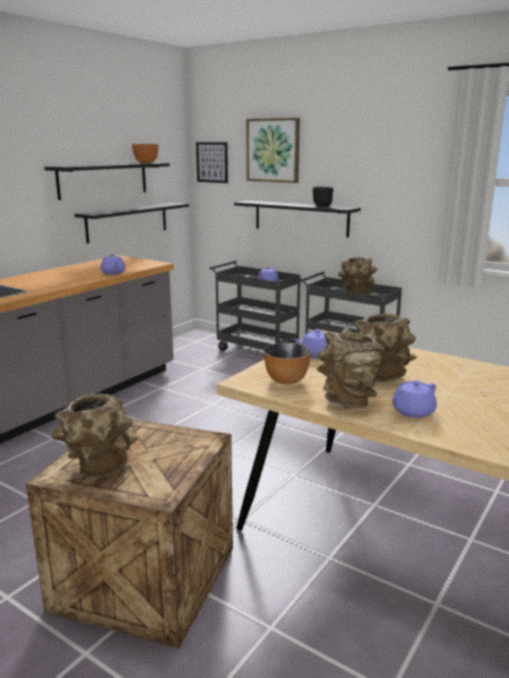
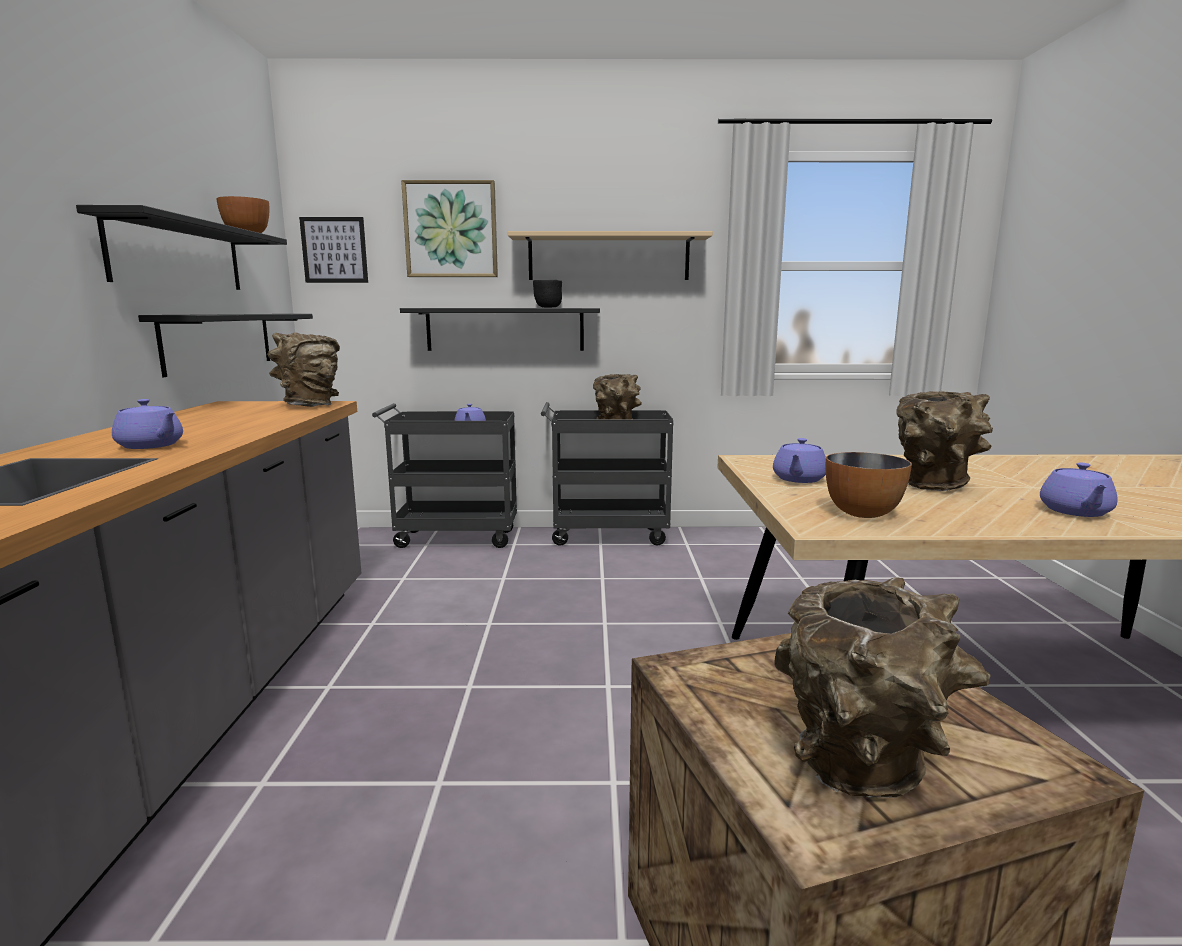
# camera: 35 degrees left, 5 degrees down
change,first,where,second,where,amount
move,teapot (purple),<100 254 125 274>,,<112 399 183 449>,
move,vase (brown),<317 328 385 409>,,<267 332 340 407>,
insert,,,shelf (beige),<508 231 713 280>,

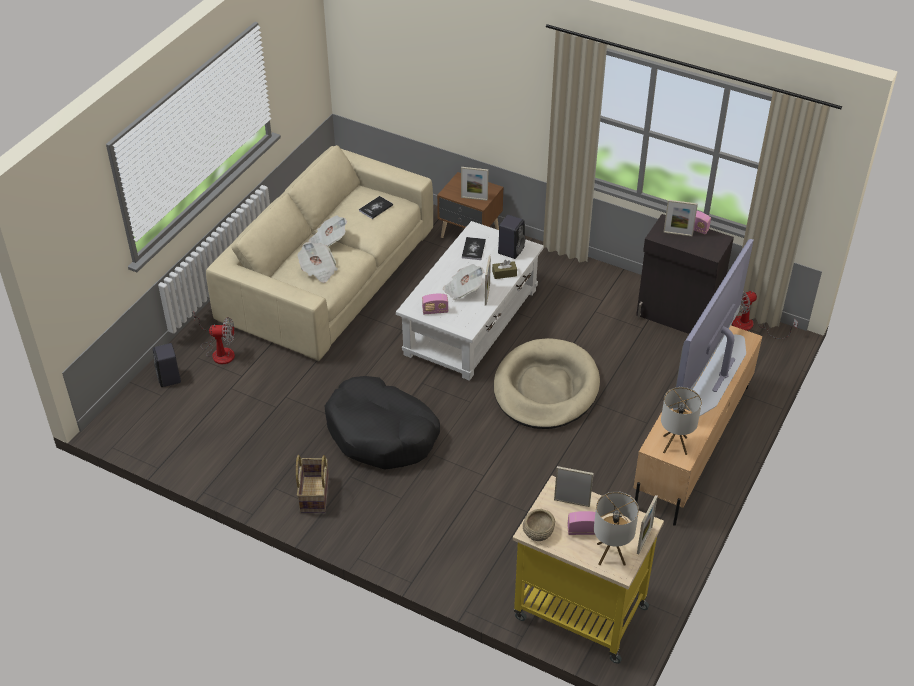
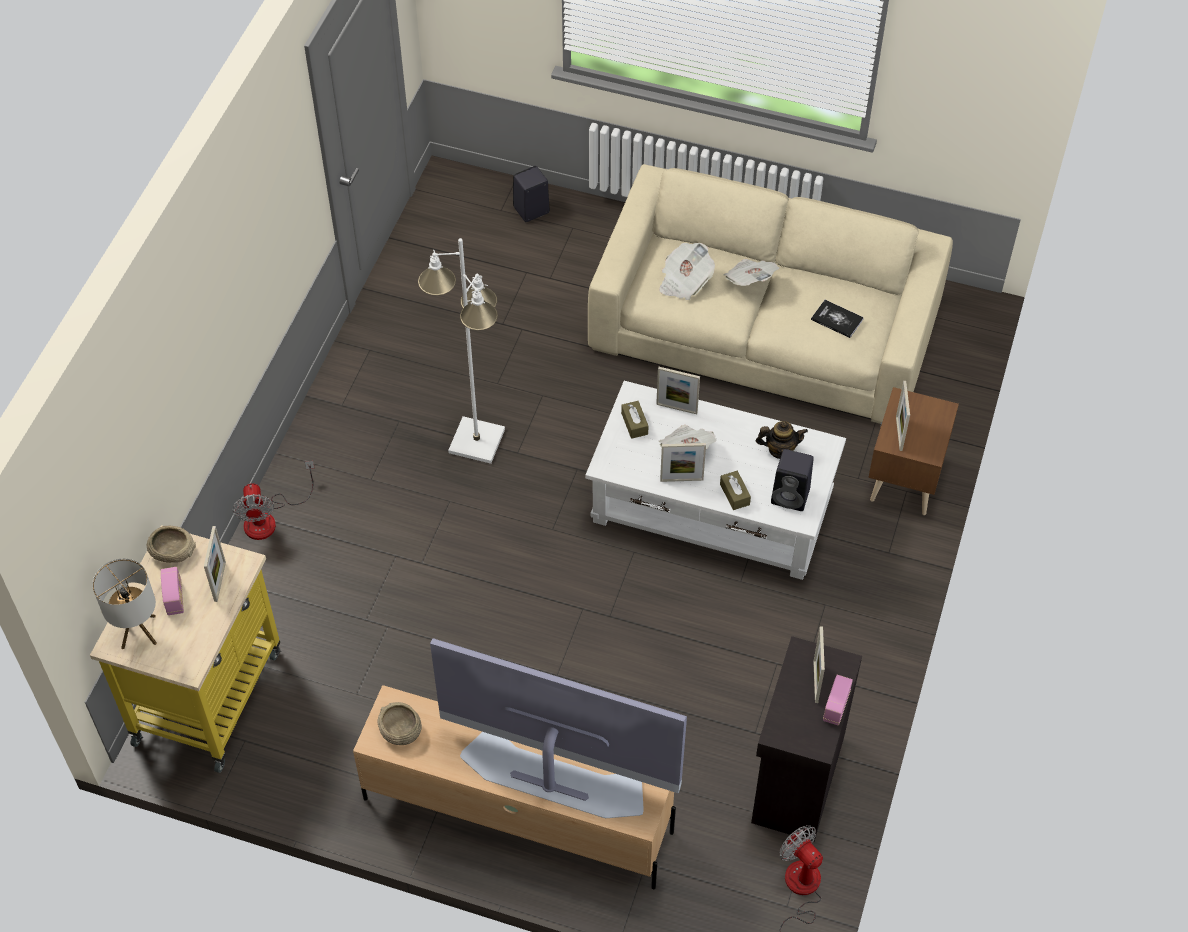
# camera: 80 degrees right, 10 degrees up
change,first,where,second,where,amount
replace,book,<462 237 486 260>,teapot,<756 421 808 459>,
replace,radio,<422 294 448 314>,tissue box (brown),<621 401 649 439>,
move,fan,<193 312 235 364>,,<232 461 315 540>,
delete,dog bed (beige),<494 338 600 429>,,,
replace,dog bed (black),<325 376 440 470>,floor lamp (white),<418 238 505 464>,
replace,table lamp,<661 387 702 455>,bowl (beige),<377 702 422 745>,
delete,basket,<296 455 329 513>,,,
move,picture frame,<637 495 658 554>,,<656 367 700 414>,

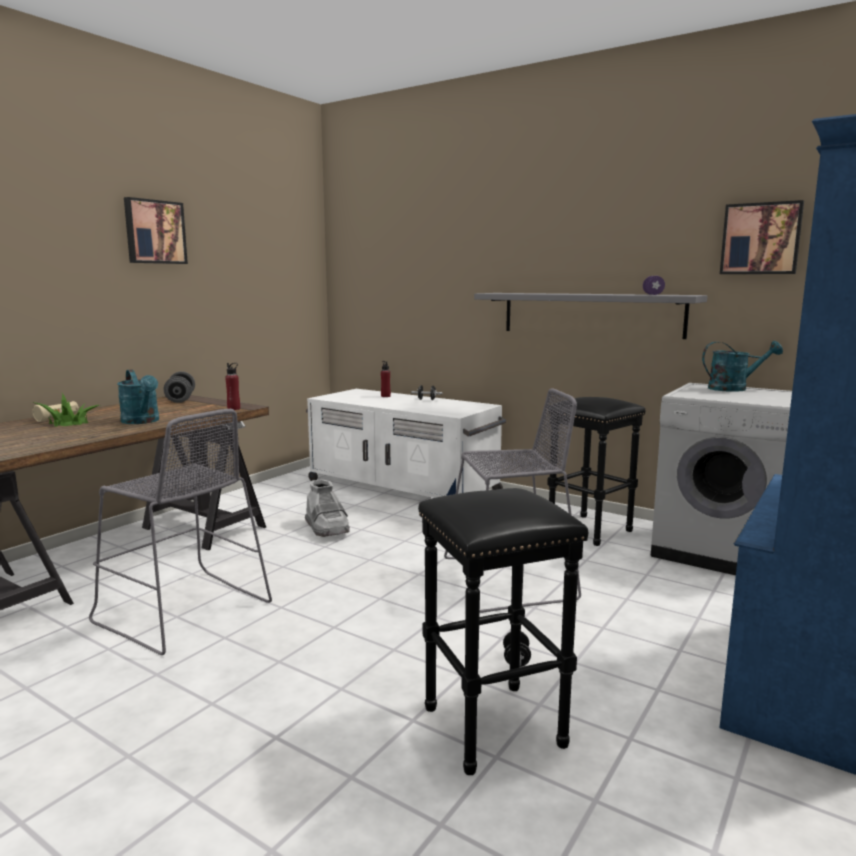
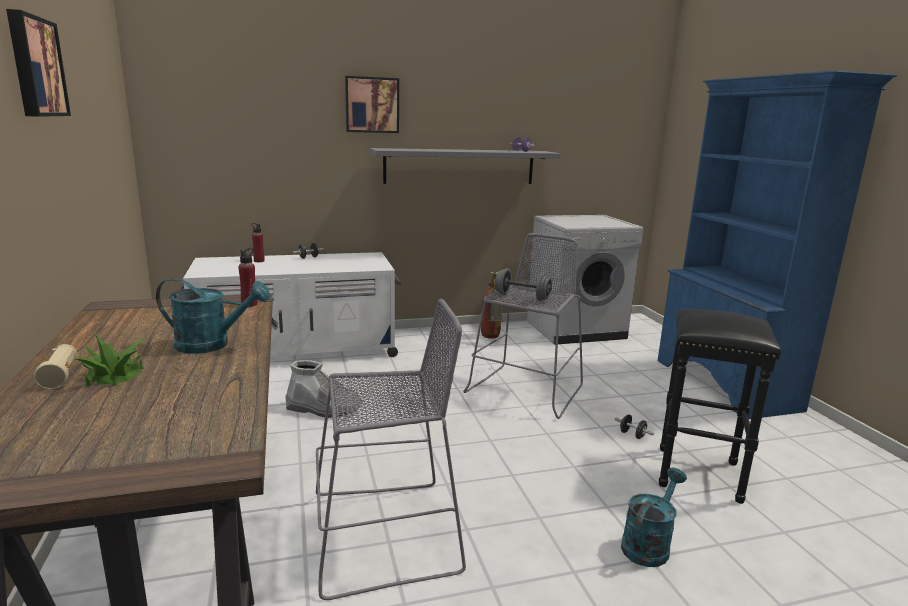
# camera: 50 degrees left, 5 degrees up
change,first,where,second,where,amount
move,picture,<720 200 804 274>,,<345 76 399 133>,
move,watering can (turquoise),<702 341 783 392>,,<621 467 687 567>,
move,dumbbell (grey),<164 371 195 403>,,<495 268 552 301>,
replace,stool (black),<547 397 645 546>,fire extinguisher,<481 271 503 339>,

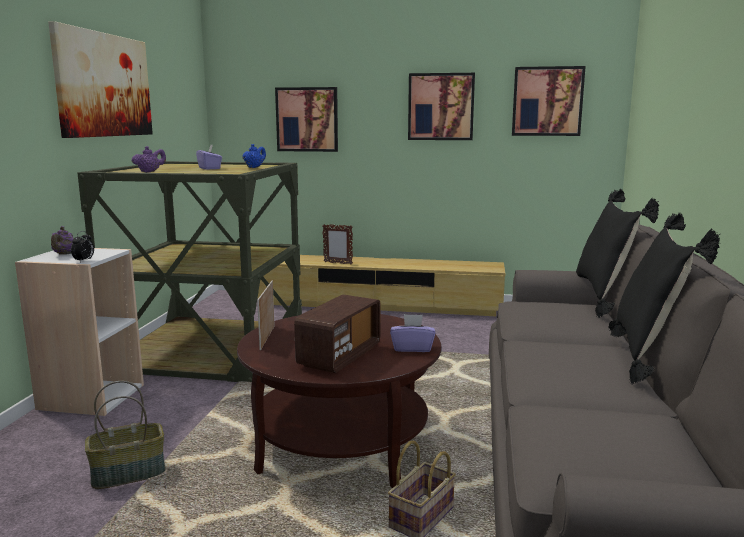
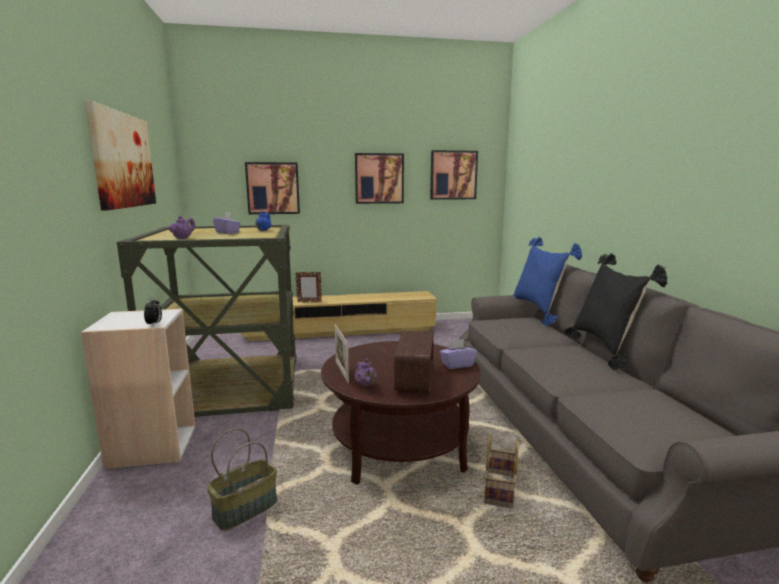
# camera: 20 degrees left, 0 degrees up
change,first,where,second,where,amount
recolor,pillow (black),<576 189 659 318>,pillow (blue),<513 237 582 326>,
move,teapot (purple),<51 226 74 255>,,<355 358 377 387>,

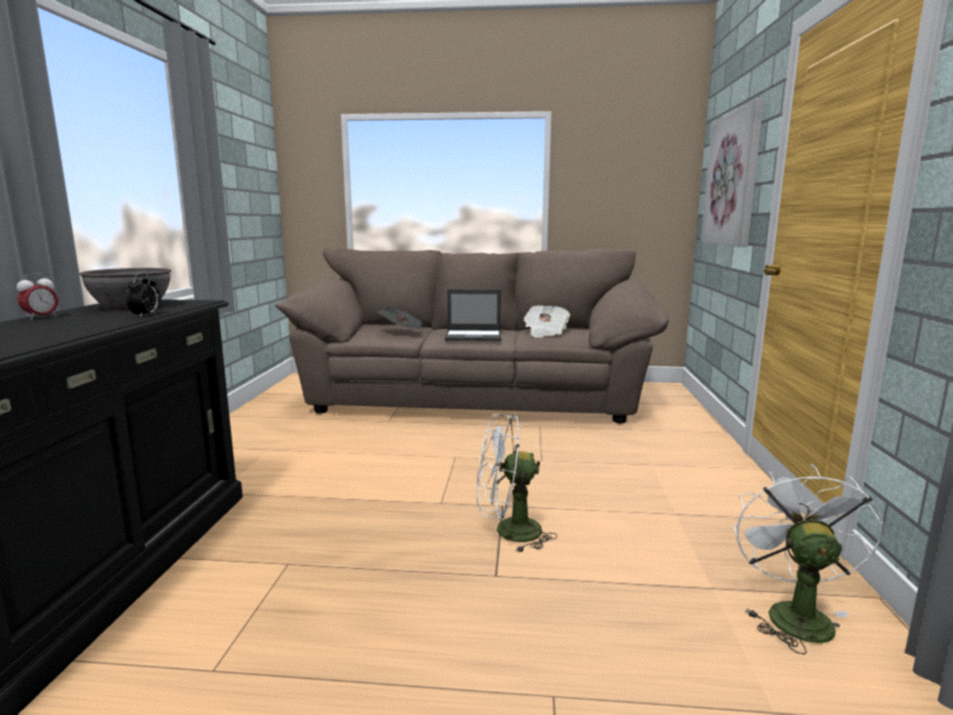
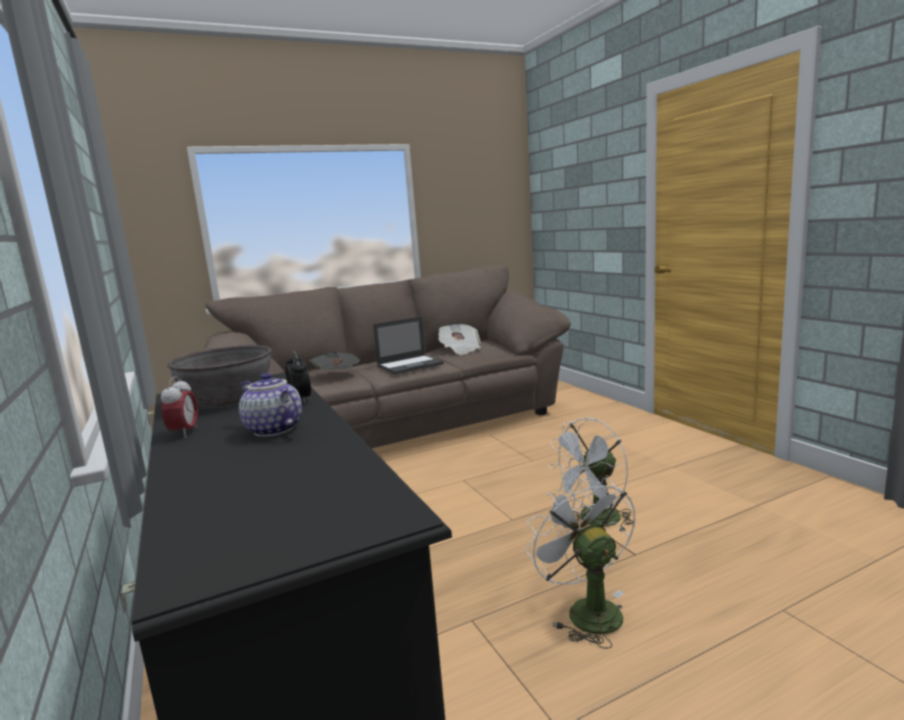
# camera: 30 degrees left, 0 degrees up
change,first,where,second,where,amount
delete,picture,<701 98 764 247>,,,
move,fan (white),<734 464 883 654>,,<526 477 635 649>,
insert,,,teapot,<239 373 302 437>,

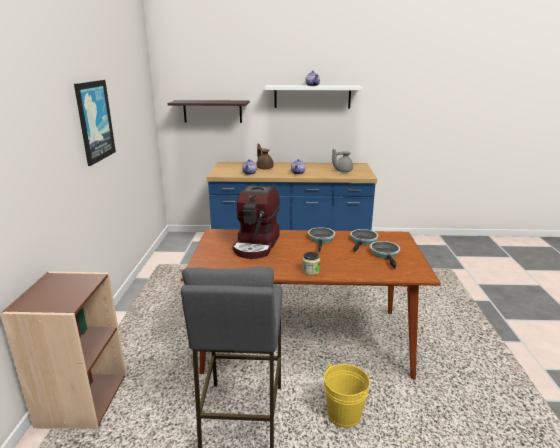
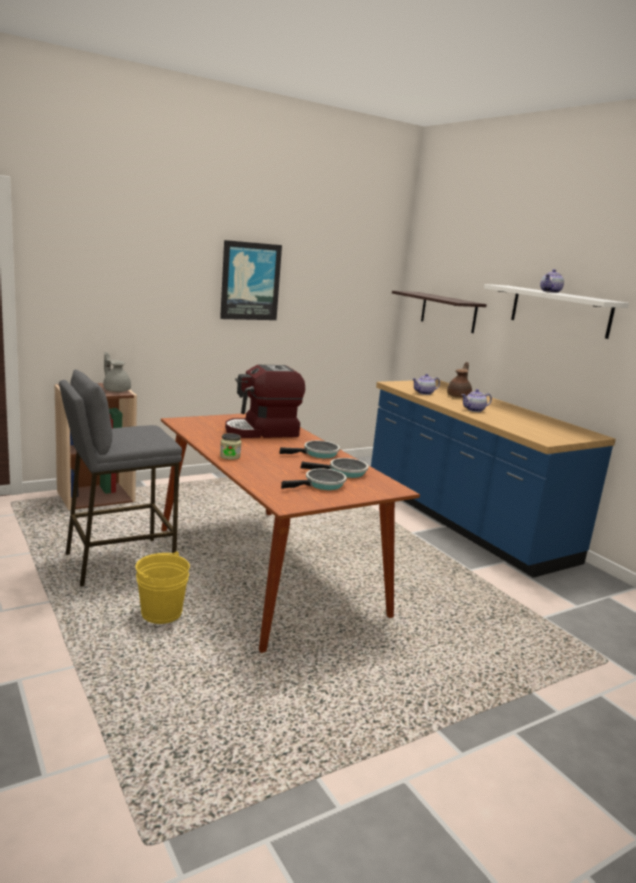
# camera: 55 degrees right, 5 degrees down
change,first,where,second,where,amount
move,teapot (grey),<332 149 353 172>,,<103 352 131 392>,

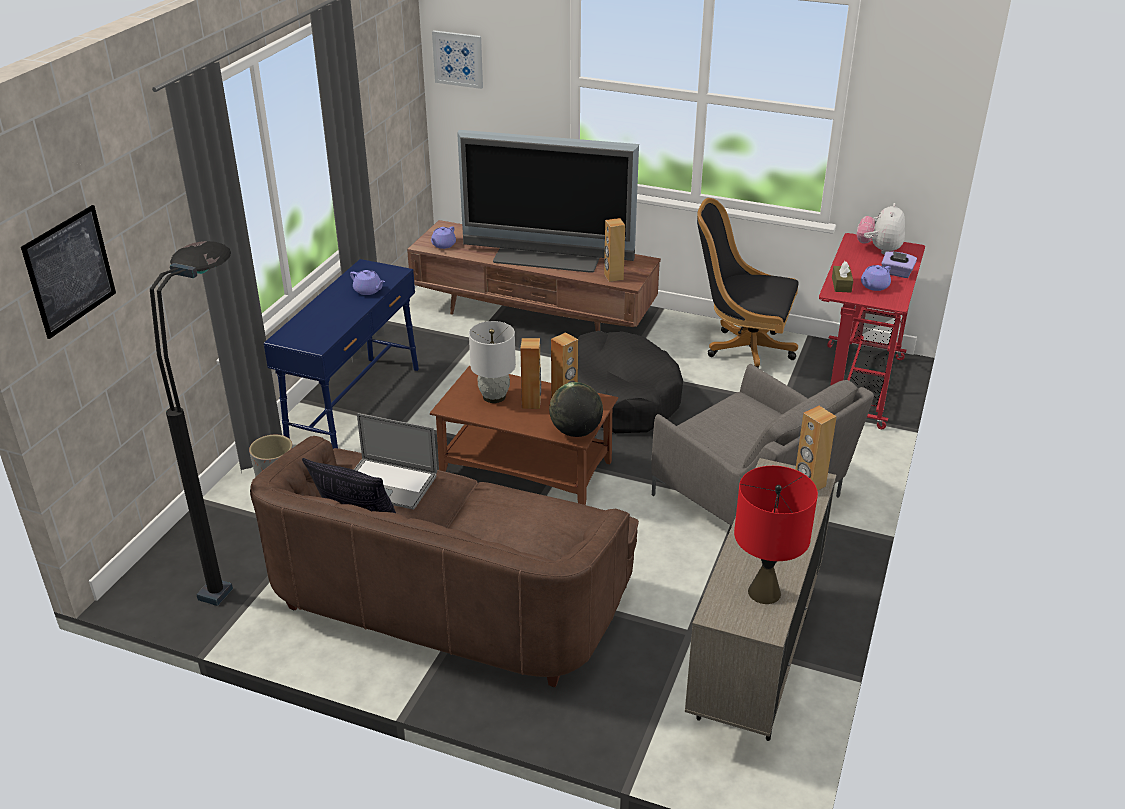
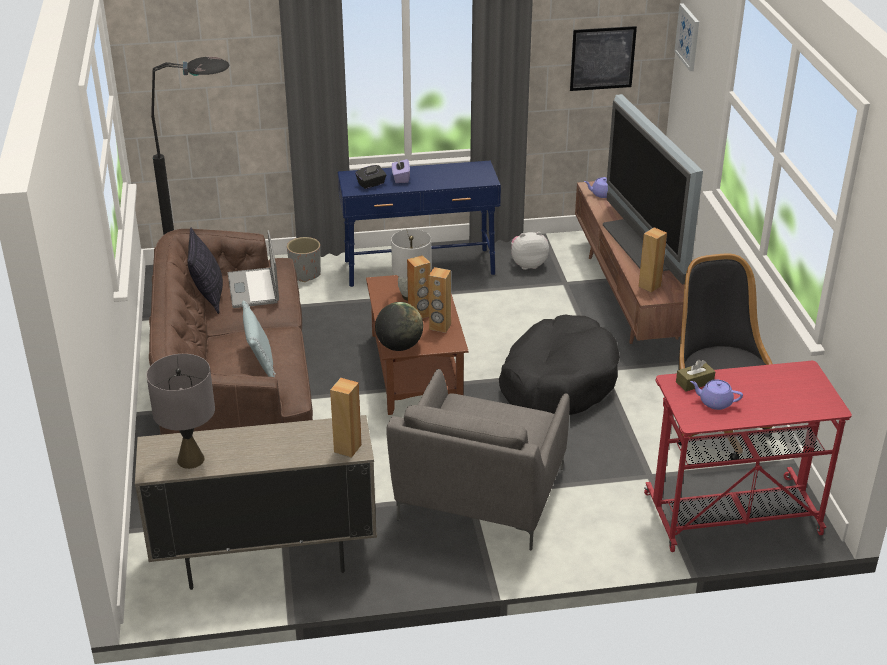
# camera: 60 degrees right, 0 degrees up
change,first,where,second,where,amount
move,plush toy,<857 203 905 255>,,<511 232 549 270>,
move,picture,<21 205 116 339>,,<570 26 637 91>,
move,tissue box (purple),<881 251 917 278>,,<392 158 410 183>,
delete,teapot (purple),<350 270 385 295>,,,
recolor,table lamp (red),<734 466 818 604>,table lamp (grey),<146 354 215 469>,
insert,,,tissue box (black),<355 165 386 189>,
insert,,,pillow (blue),<242 301 276 378>,

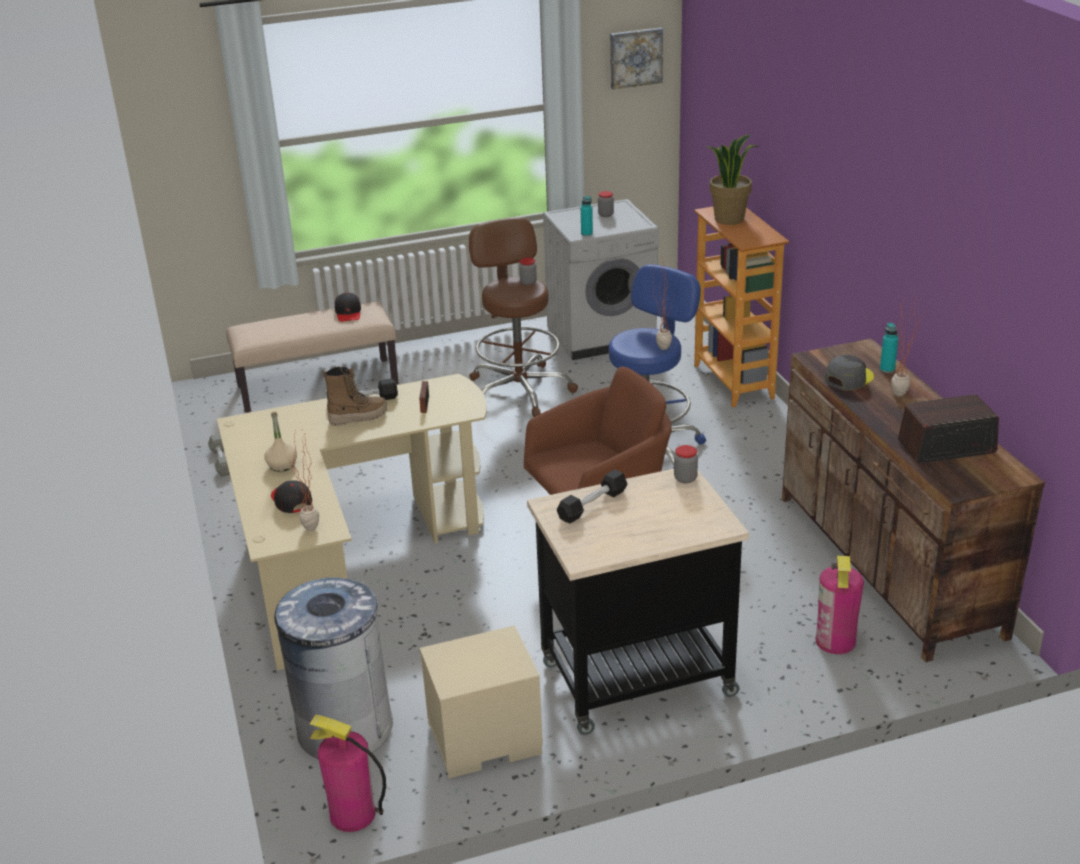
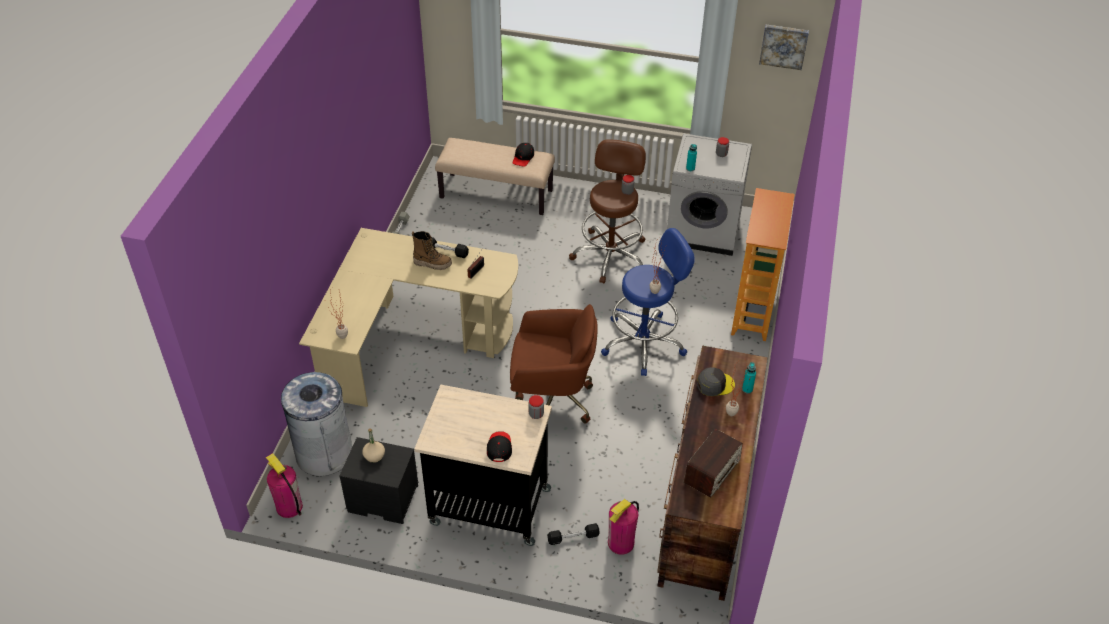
# camera: 30 degrees right, 15 degrees up
change,first,where,second,where,amount
delete,potted plant,<706 134 760 225>,,,
rotate,radio,<898 394 999 464>,,<684 429 743 498>,105 degrees clockwise
move,bottle (beige),<264 412 297 472>,,<362 428 385 463>,
move,dumbbell (black),<557 469 628 524>,,<547 523 600 545>,
move,cap (black),<271 480 312 513>,,<487 431 512 462>,
recolor,nightstand (beige),<420 625 543 779>,nightstand (black),<339 437 418 524>,

